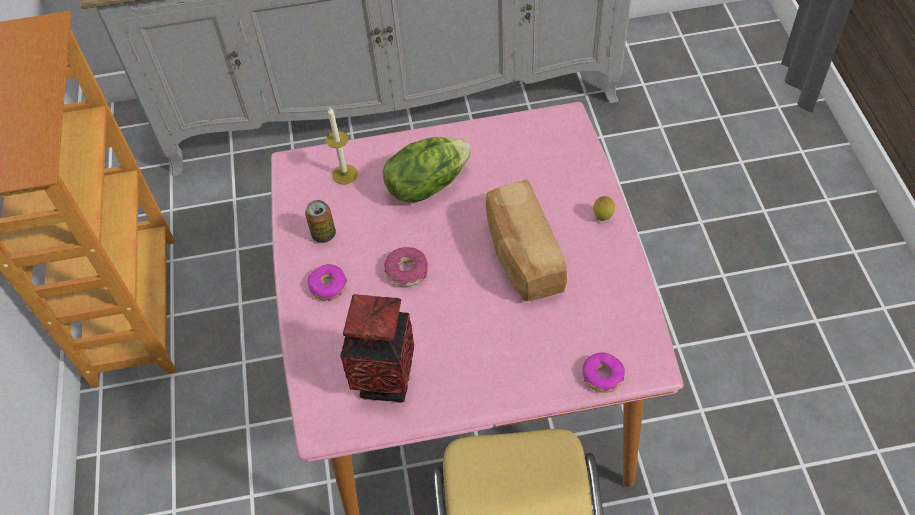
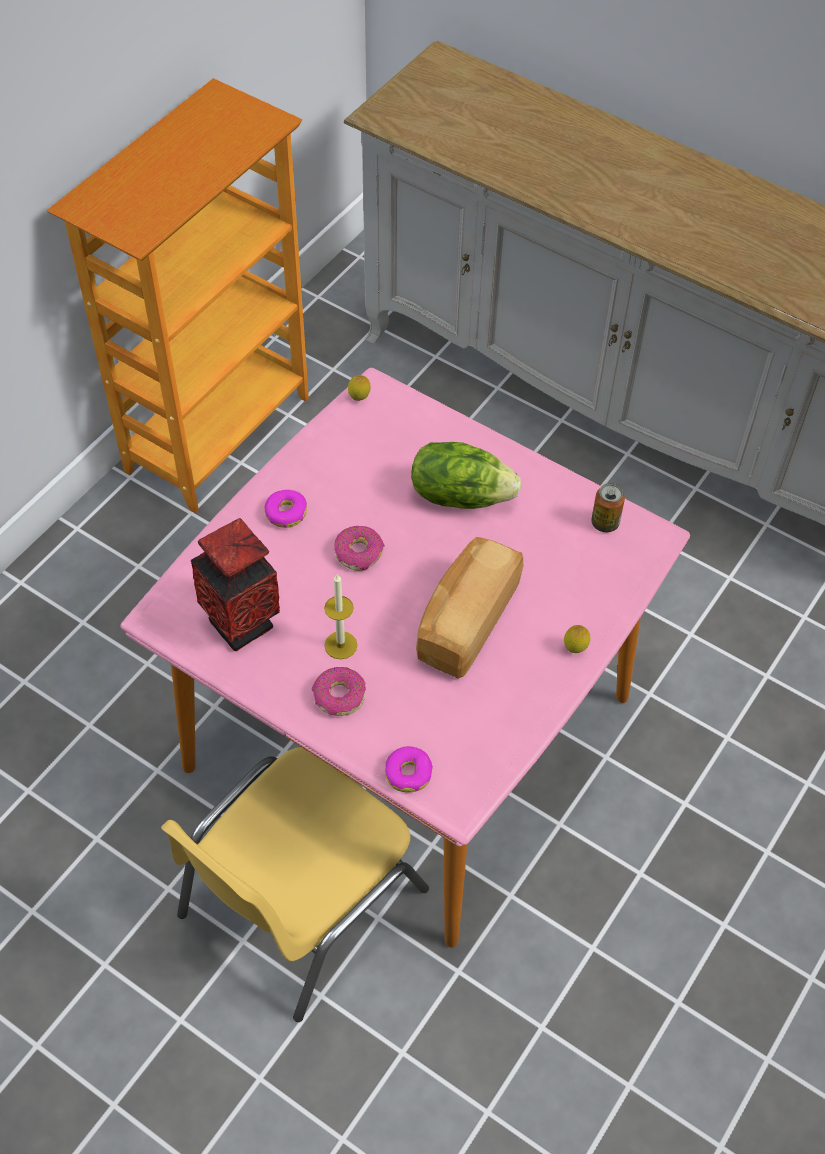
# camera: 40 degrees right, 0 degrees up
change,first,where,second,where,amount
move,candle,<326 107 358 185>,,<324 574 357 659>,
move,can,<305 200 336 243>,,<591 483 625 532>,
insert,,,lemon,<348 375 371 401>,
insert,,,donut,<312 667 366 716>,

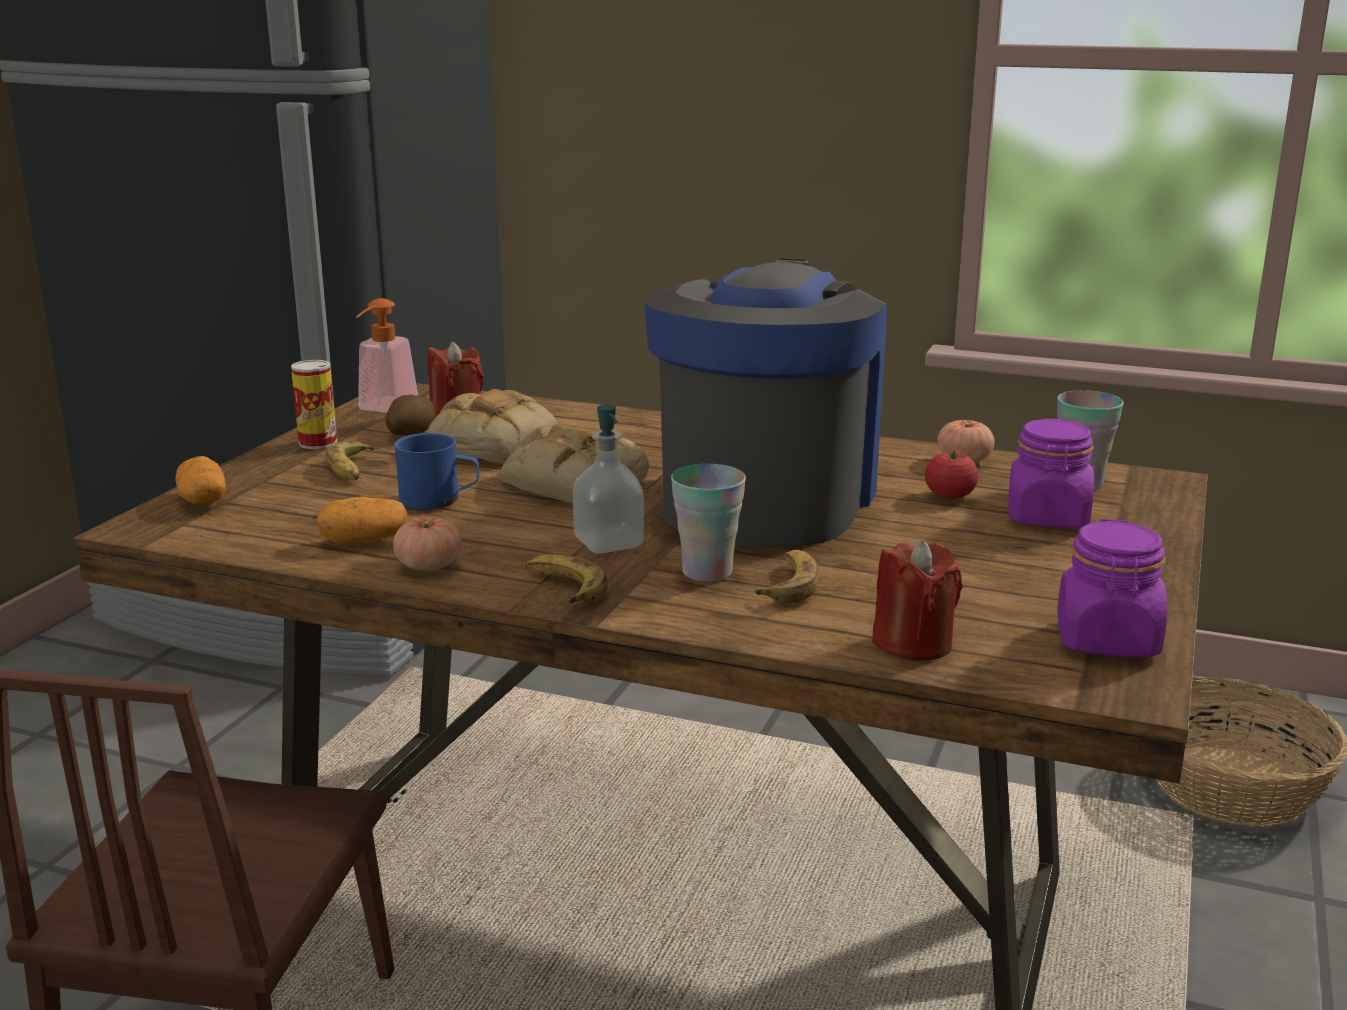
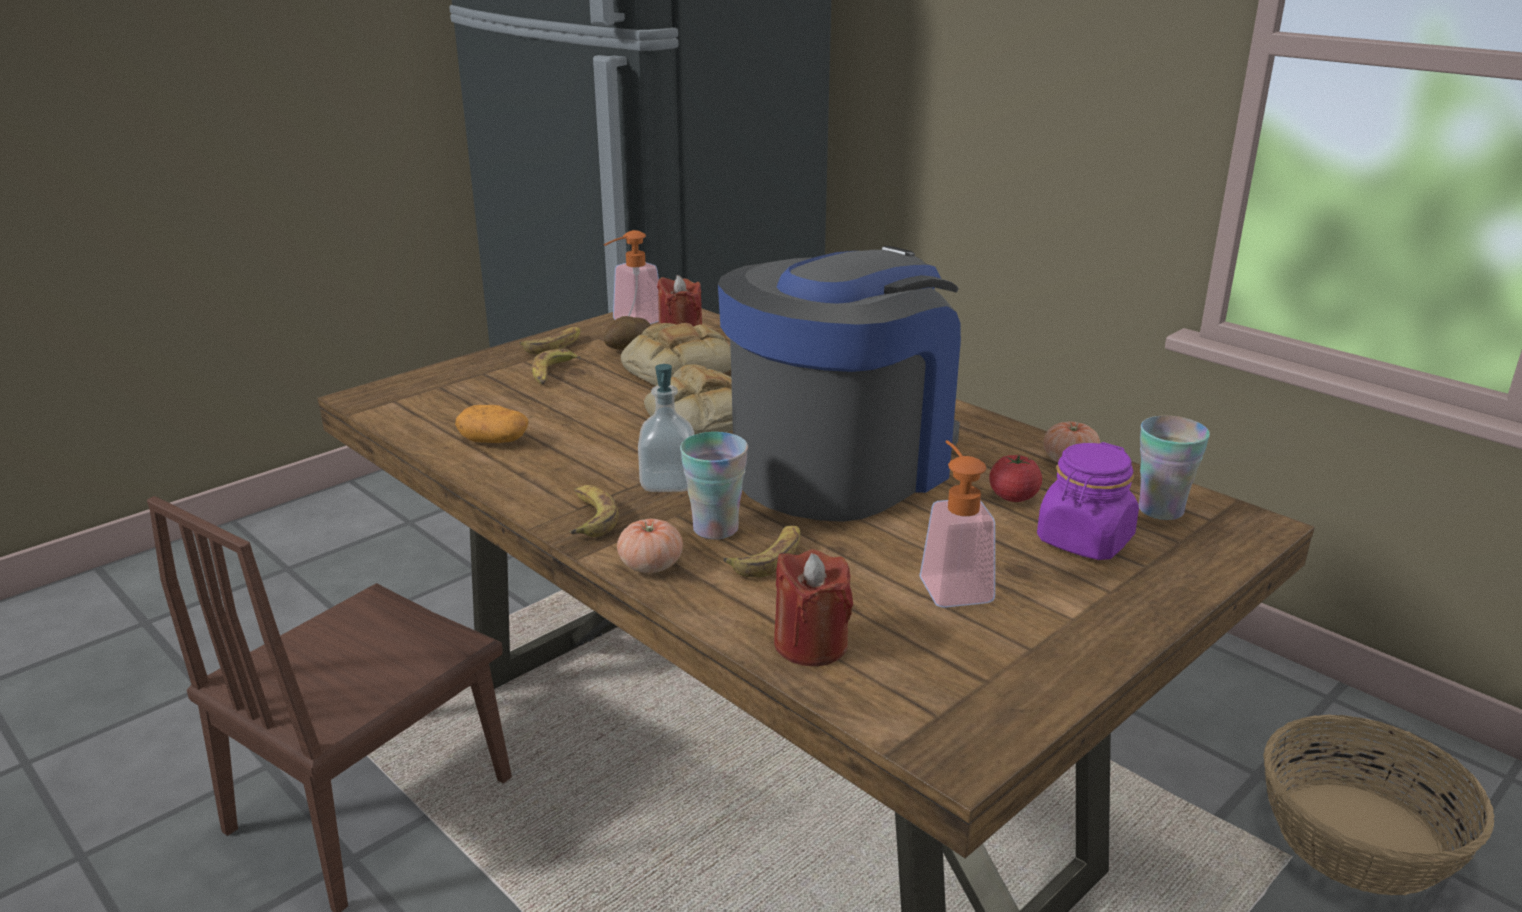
# camera: 25 degrees right, 5 degrees up
change,first,where,second,where,amount
replace,can,<291 360 337 449>,banana,<519 327 581 354>,
delete,mug (blue),<394 433 479 510>,,,
delete,potato,<175 456 226 505>,,,
move,tomato,<393 517 462 571>,,<617 519 683 573>,
delete,jar (purple),<1057 519 1167 657>,,,
insert,,,soap dispenser,<919 440 995 608>,

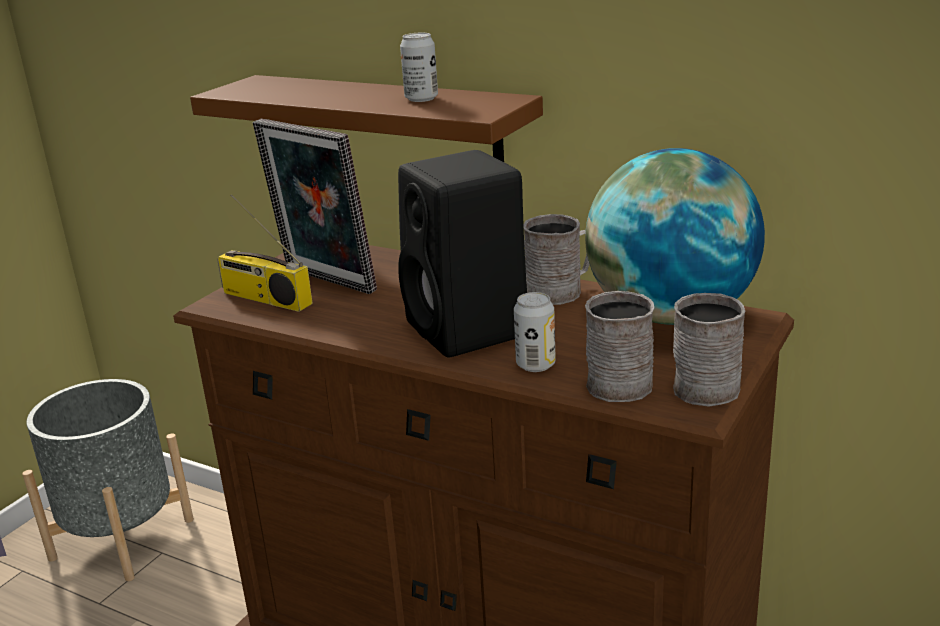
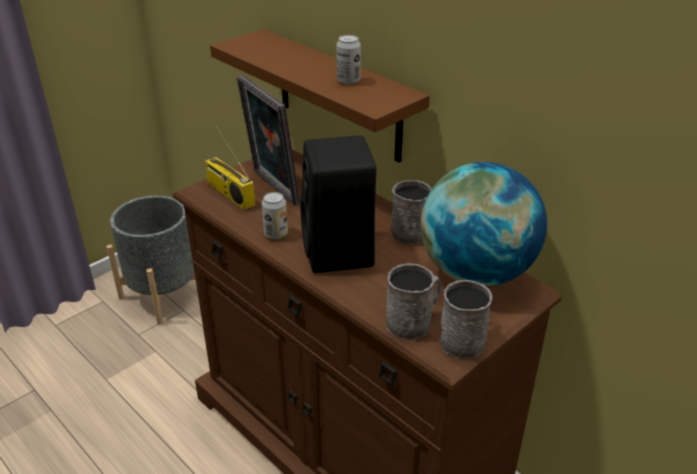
# camera: 15 degrees right, 10 degrees up
change,first,where,second,where,amount
move,can,<514 292 555 372>,,<262 192 288 239>,

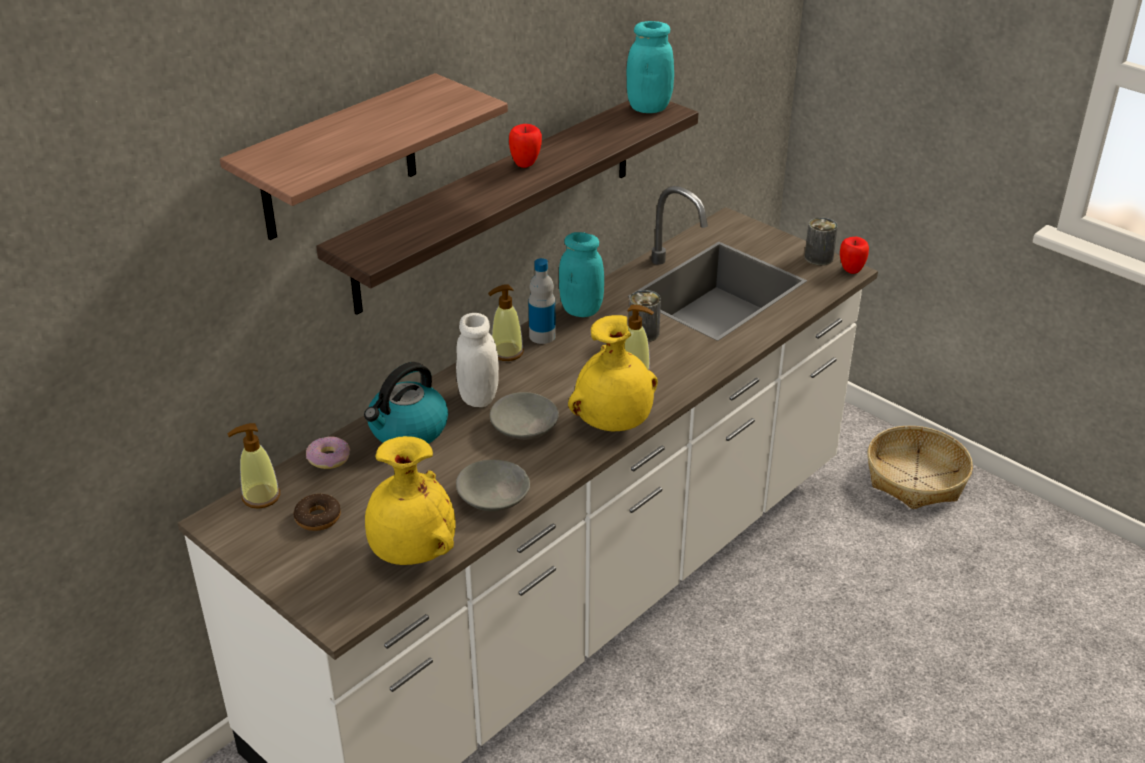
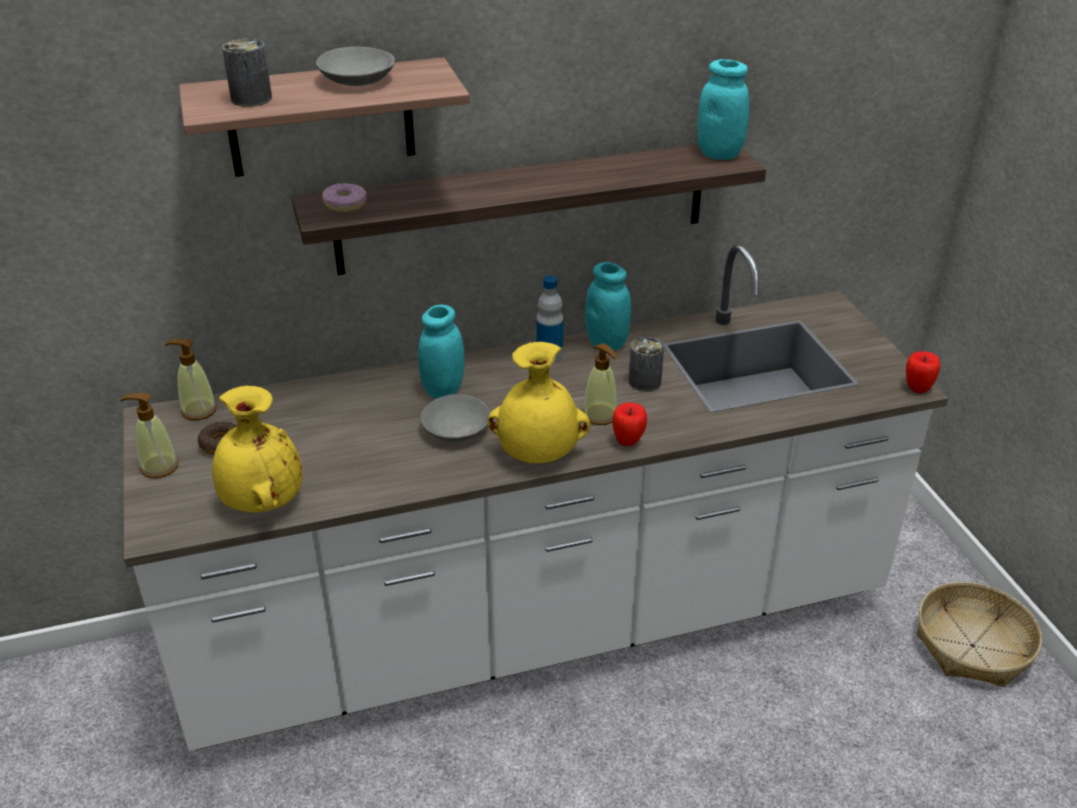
# camera: 30 degrees right, 0 degrees up
change,first,where,second,where,amount
move,apple,<509 124 542 168>,,<613 403 647 446>,
move,can,<804 217 838 265>,,<222 39 272 107>,
move,soap dispenser,<488 284 524 361>,,<120 393 179 478>,
recolor,jar (white),<456 313 499 407>,jar (turquoise),<418 305 465 399>,
delete,kettle,<364 362 448 444>,,,
move,donut,<306 436 350 469>,,<322 183 367 212>,
move,bowl (grey),<456 460 530 512>,,<316 47 395 86>,

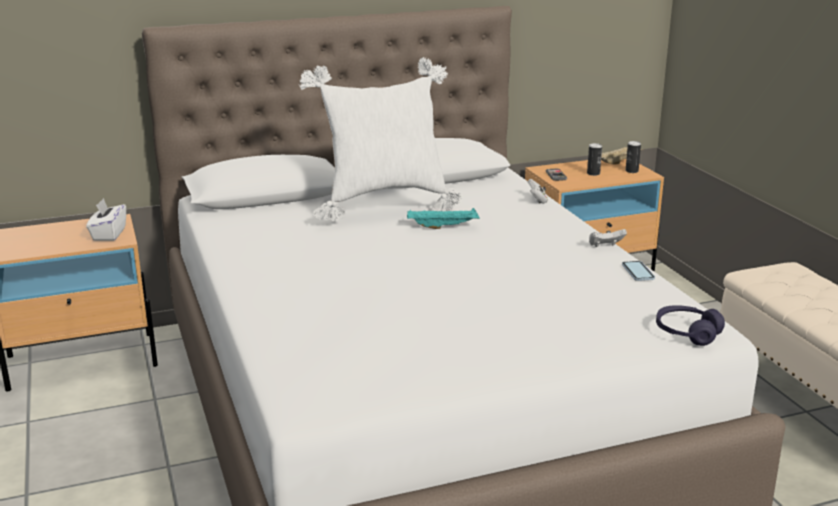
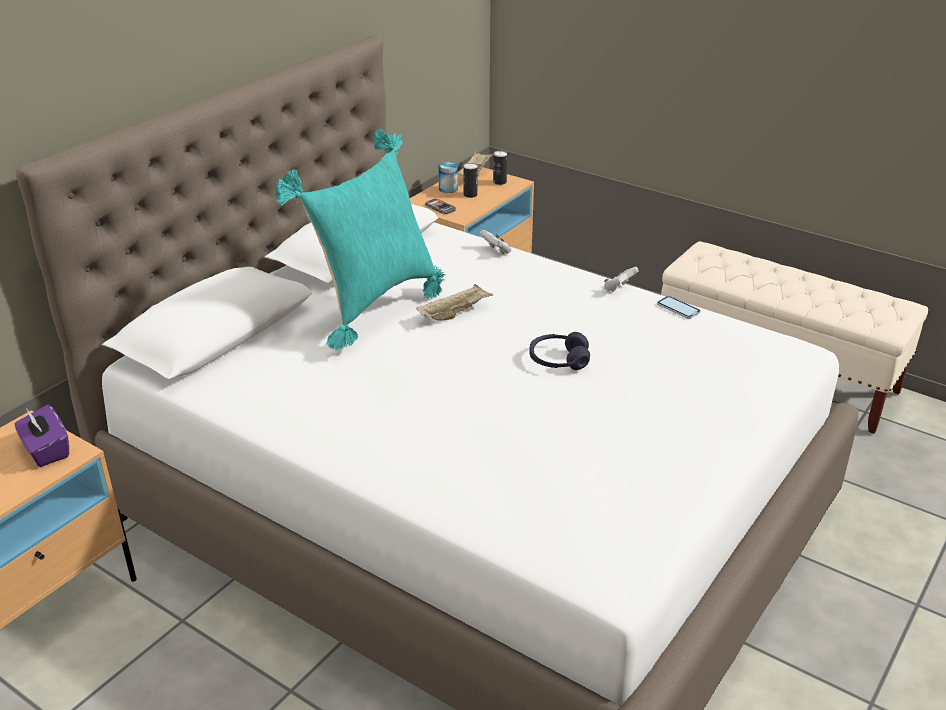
# camera: 35 degrees left, 10 degrees up
change,first,where,second,where,amount
recolor,pillow (white),<299 57 461 222>,pillow (turquoise),<274 128 445 351>,
recolor,tissue box (white),<86 198 126 241>,tissue box (purple),<15 405 69 467>,
recolor,tray (turquoise),<407 208 480 229>,tray (beige),<416 284 493 321>,
move,headphones (purple),<656 305 725 346>,,<529 332 590 370>,
insert,,,can,<439 162 458 193>,

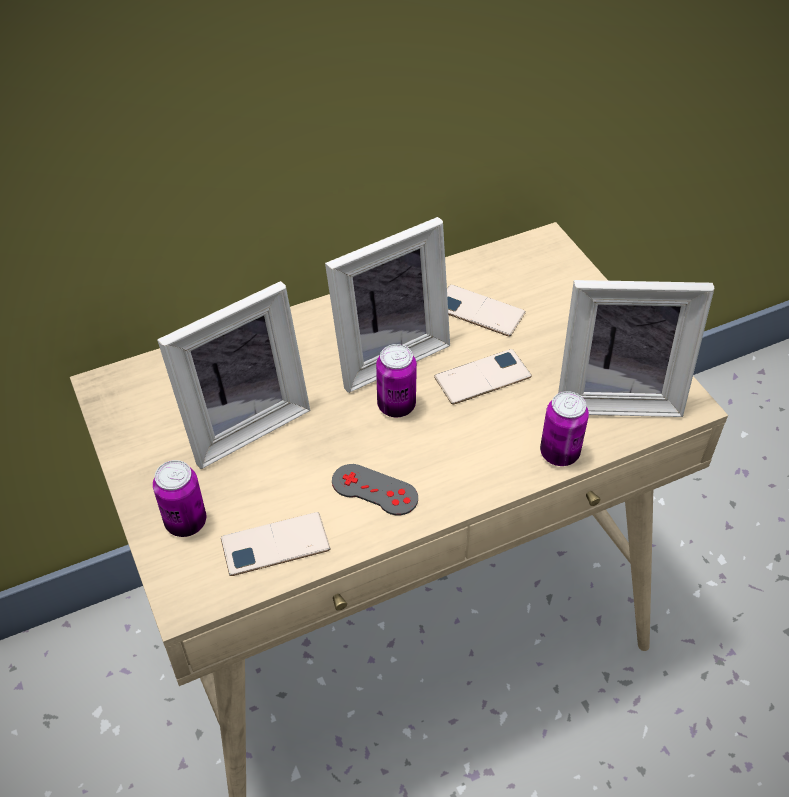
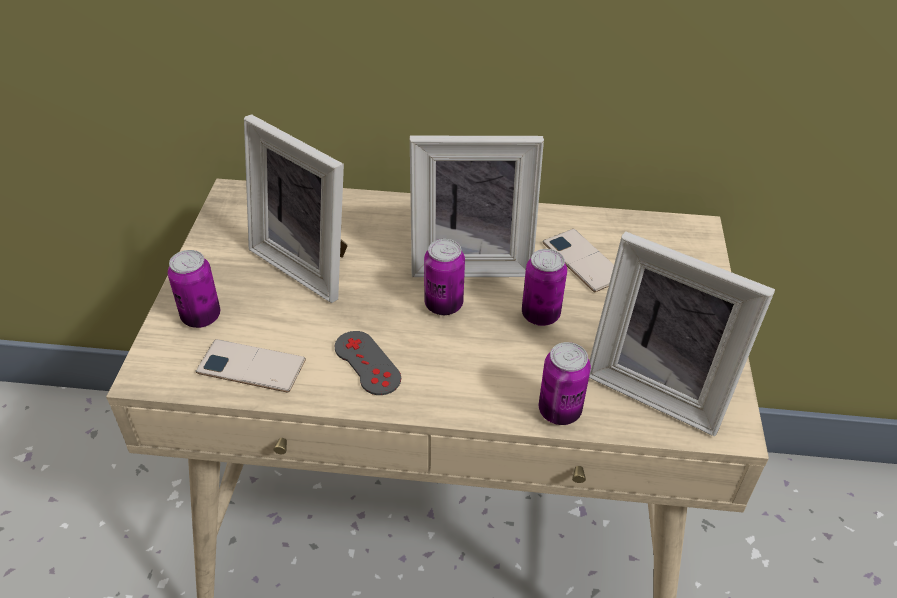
# camera: 30 degrees right, 5 degrees down
change,first,where,second,where,amount
rotate,picture frame,<157 281 310 469>,,<244 114 348 303>,45 degrees clockwise
replace,phone,<434 349 532 405>,can,<522 249 567 326>,

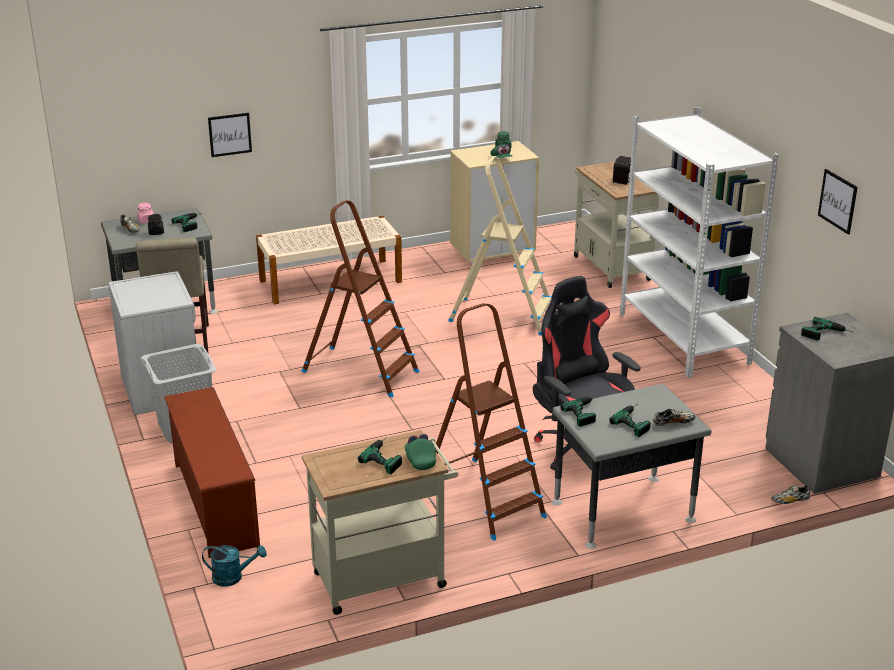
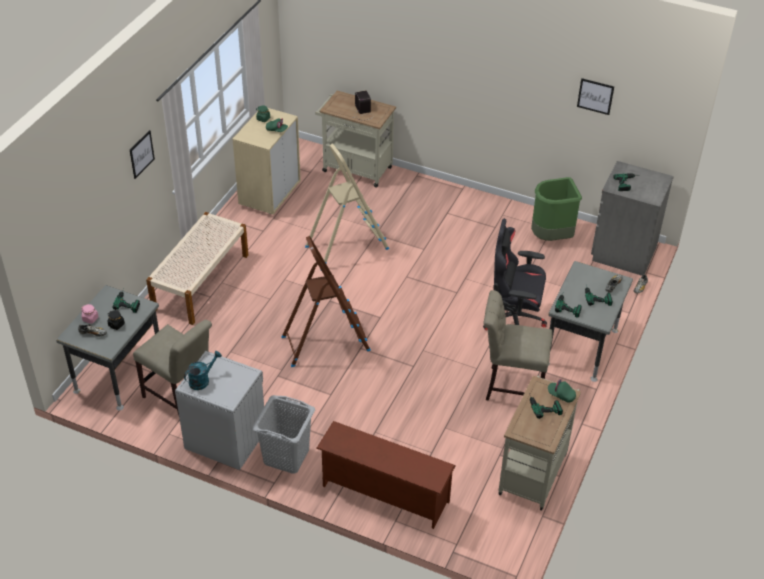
# camera: 45 degrees left, 15 degrees up
change,first,where,second,where,amount
delete,bookcase (white),<620 107 779 378>,,,
move,picture,<208 113 252 157>,,<130 130 155 179>,
replace,step ladder (brown),<435 303 547 541>,chair (beige),<484 290 552 401>,
move,watering can (turquoise),<202 545 267 586>,,<184 351 222 390>,
insert,,,trash can (green),<531 177 582 241>,

